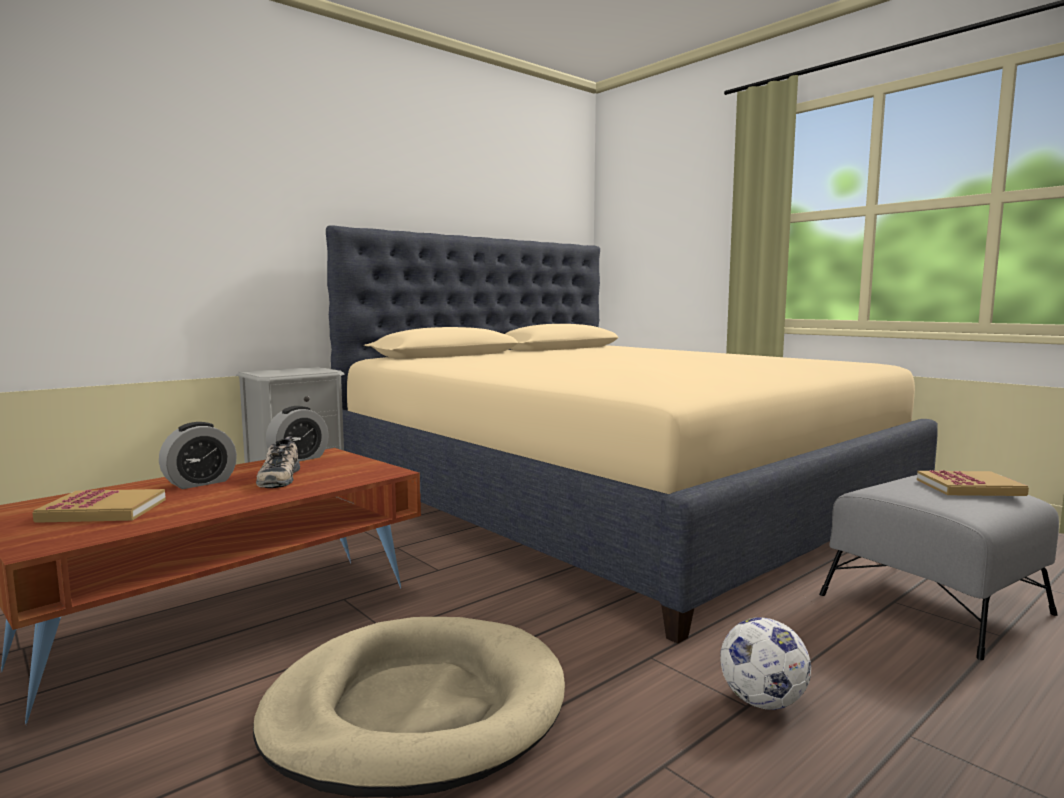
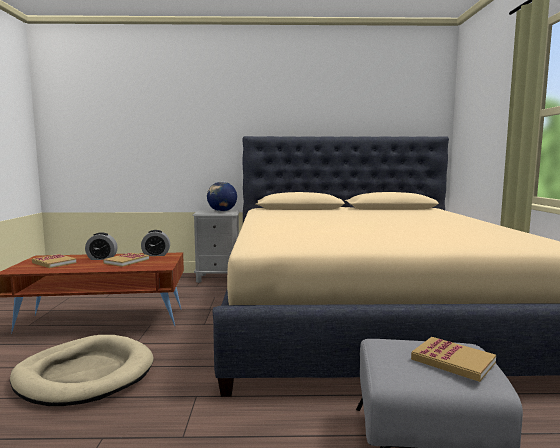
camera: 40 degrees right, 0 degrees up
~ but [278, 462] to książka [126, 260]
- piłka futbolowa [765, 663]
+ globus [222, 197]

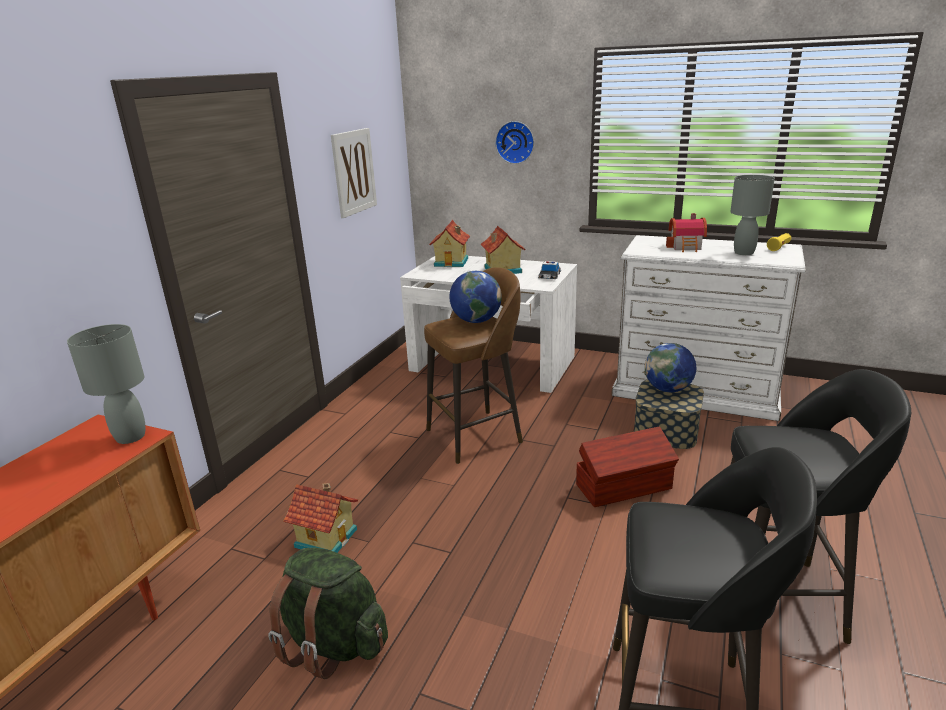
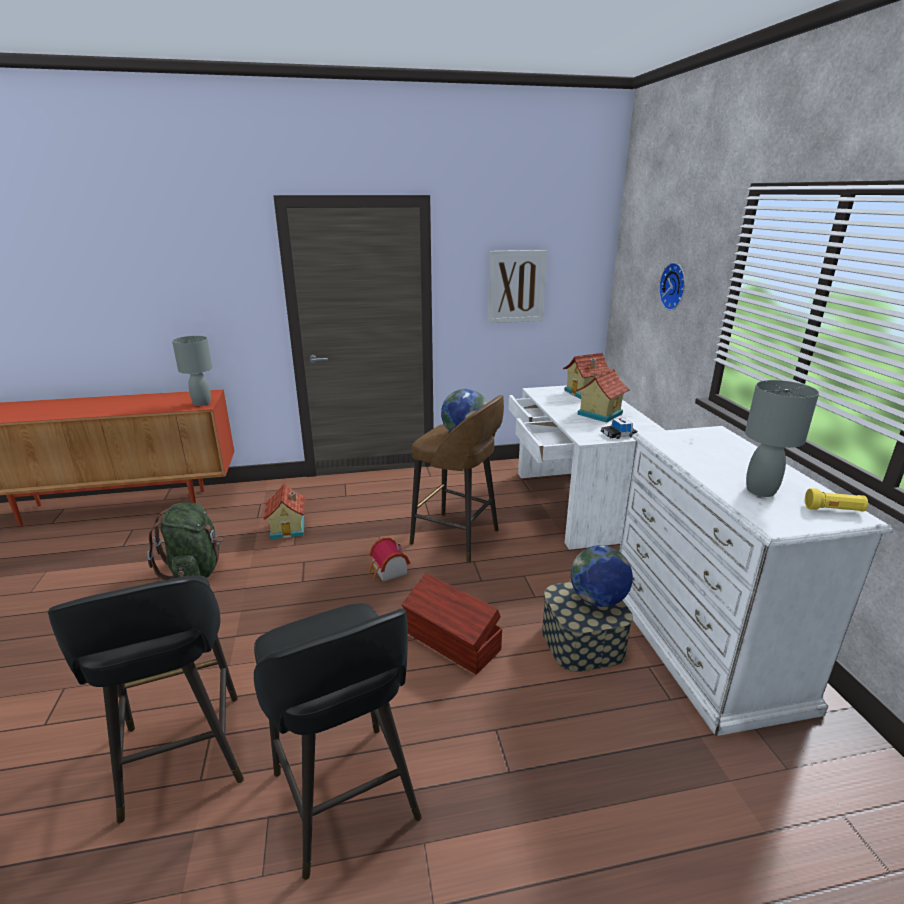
camera: 55 degrees right, 0 degrees up
~ domek [686, 232] to [389, 560]

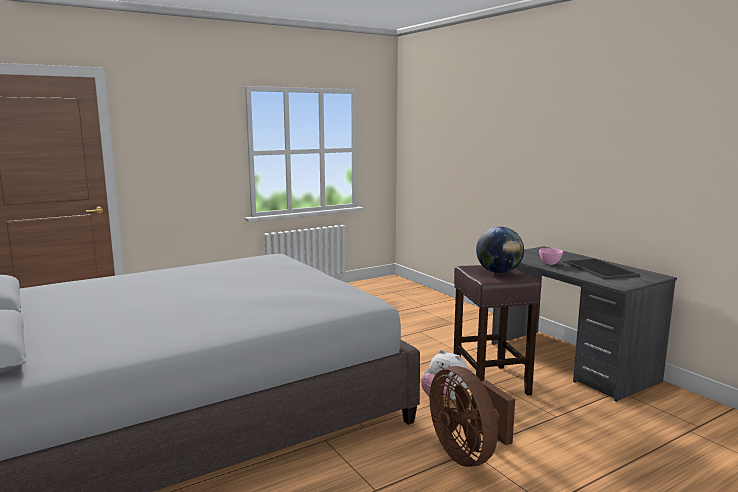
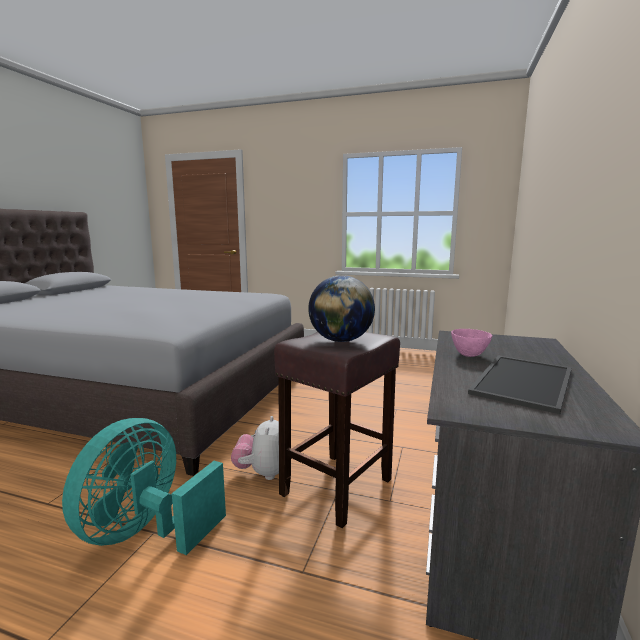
camera: 50 degrees right, 0 degrees up
~ wentylator (brązowy) [472, 416] to wentylator (turkusowy) [144, 486]

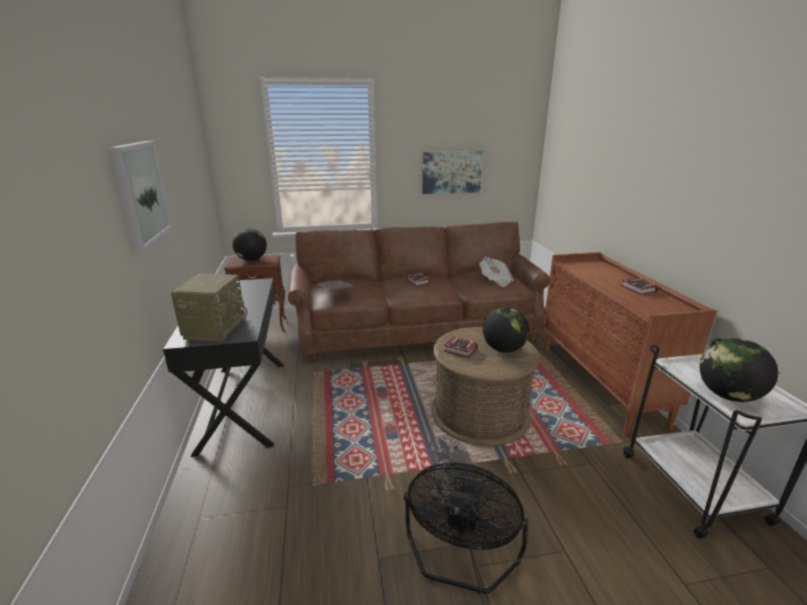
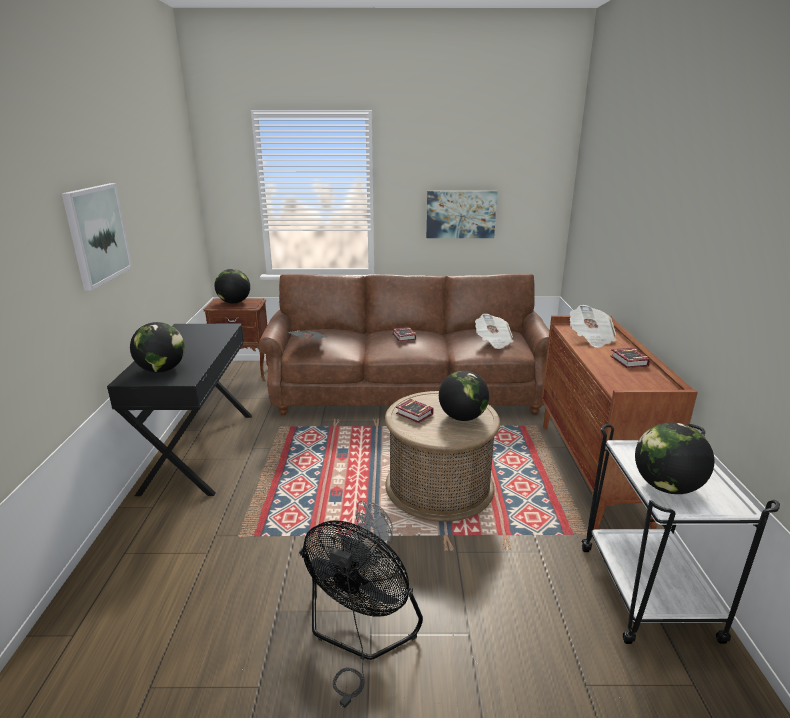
camera: 10 degrees right, 0 degrees up
~ radio [209, 307] to globus [157, 347]
+ gazeta [593, 326]

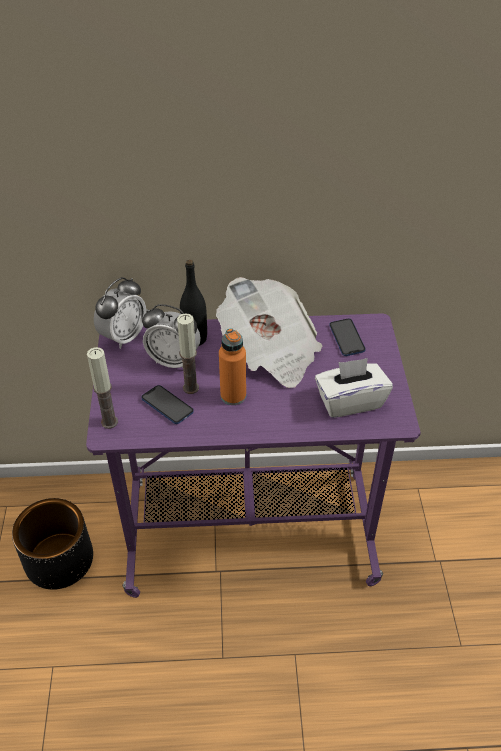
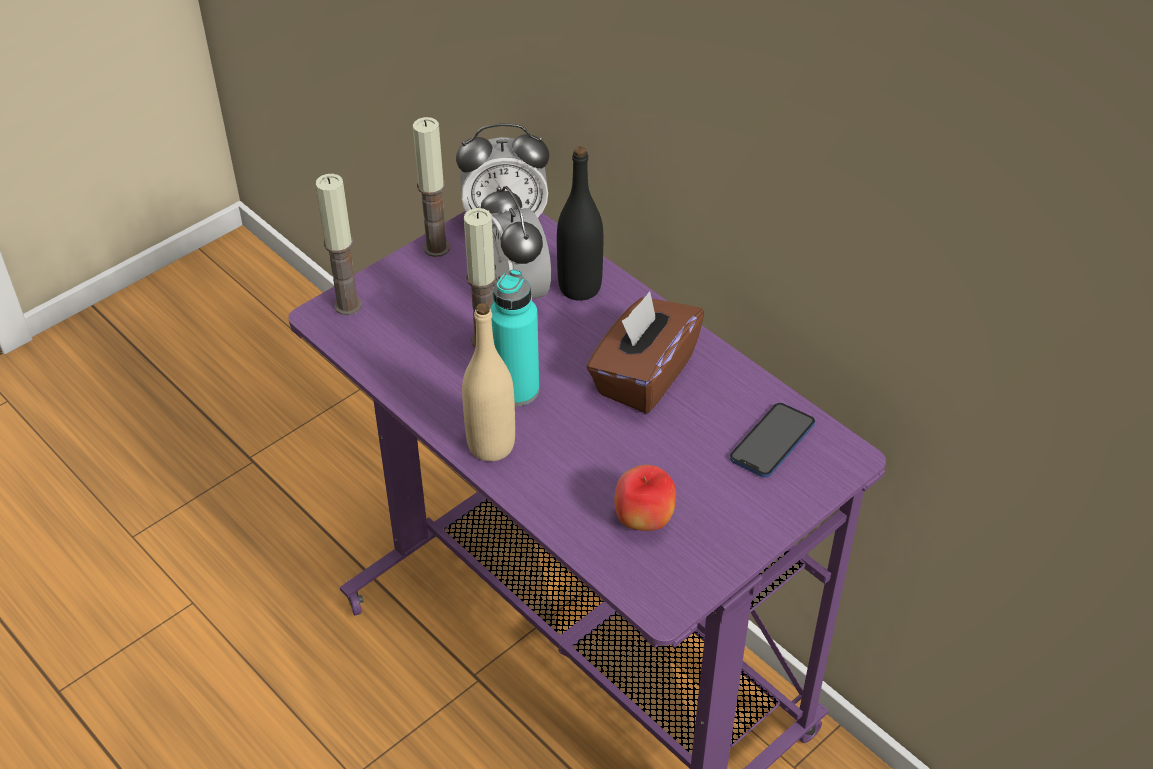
camera: 50 degrees right, 0 degrees up
~ gazeta [269, 332] to pudełko chusteczek (brązowy) [645, 352]
~ butelka (pomarańczowy) [232, 366] to butelka (turkusowy) [514, 337]
~ pudełko chusteczek (biały) [354, 388] to jabłko [645, 498]
- telefon [168, 404]
- donica (czarny) [52, 544]
+ świeca [431, 187]
+ butelka (beżowy) [488, 382]

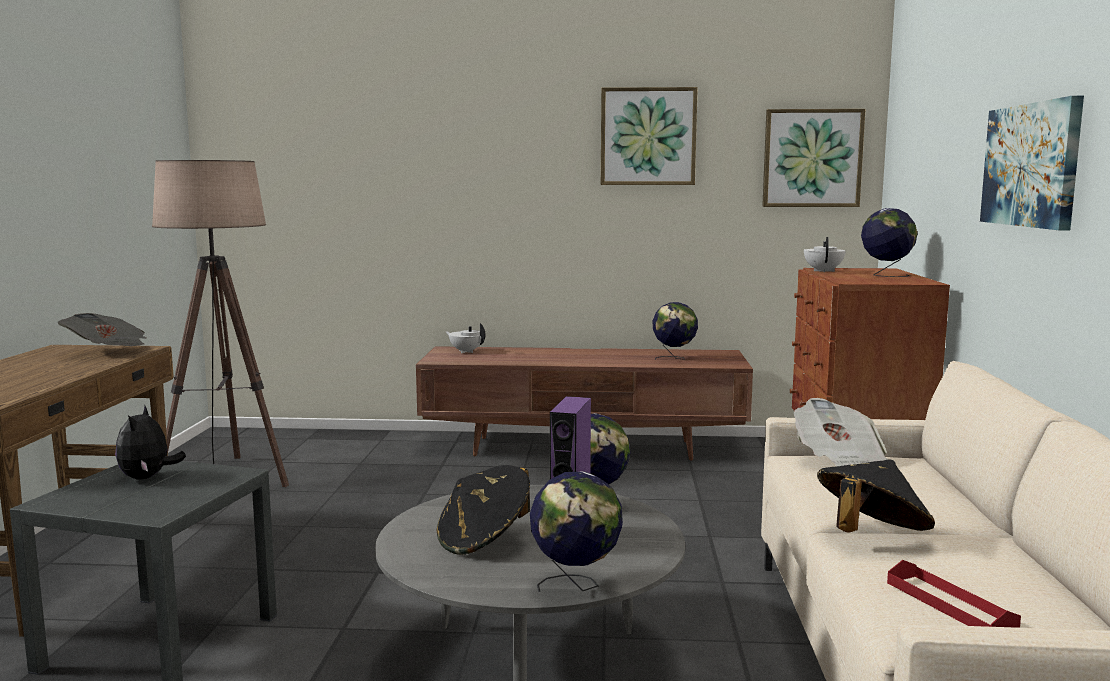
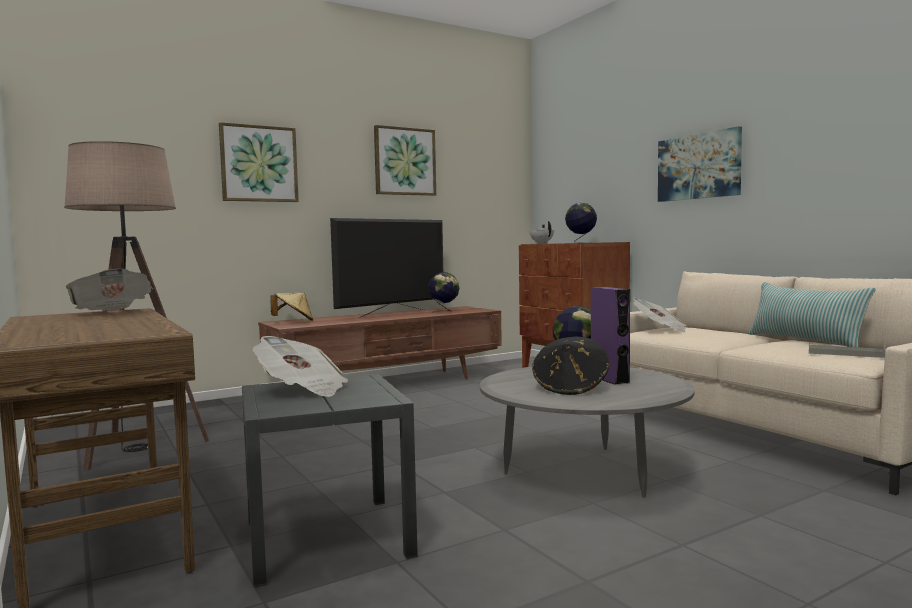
camera: 35 degrees left, 5 degrees down
~ obraz [814, 158] to [259, 162]
~ imbryk (biały) [465, 338] to kapelusz (beżowy) [291, 307]
~ pluszak [151, 443] to gazeta [300, 366]
- kapelusz (czarny) [876, 496]
- globus [576, 532]
~ taca (czerwony) [954, 594] to taca (szary) [847, 349]
+ telewizor [386, 268]
+ poduszka [811, 314]

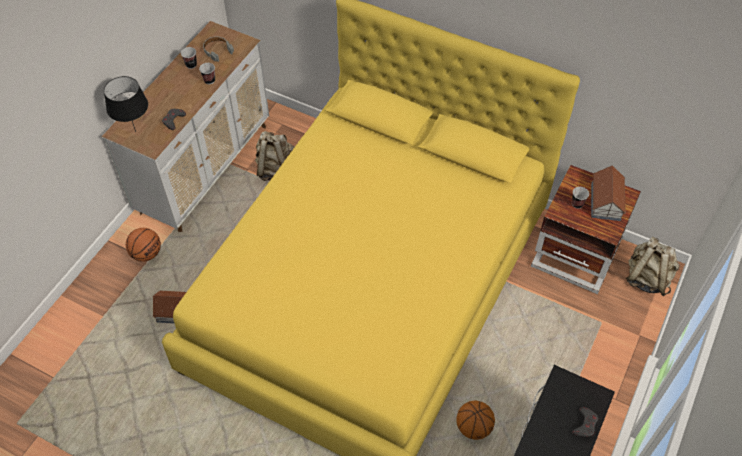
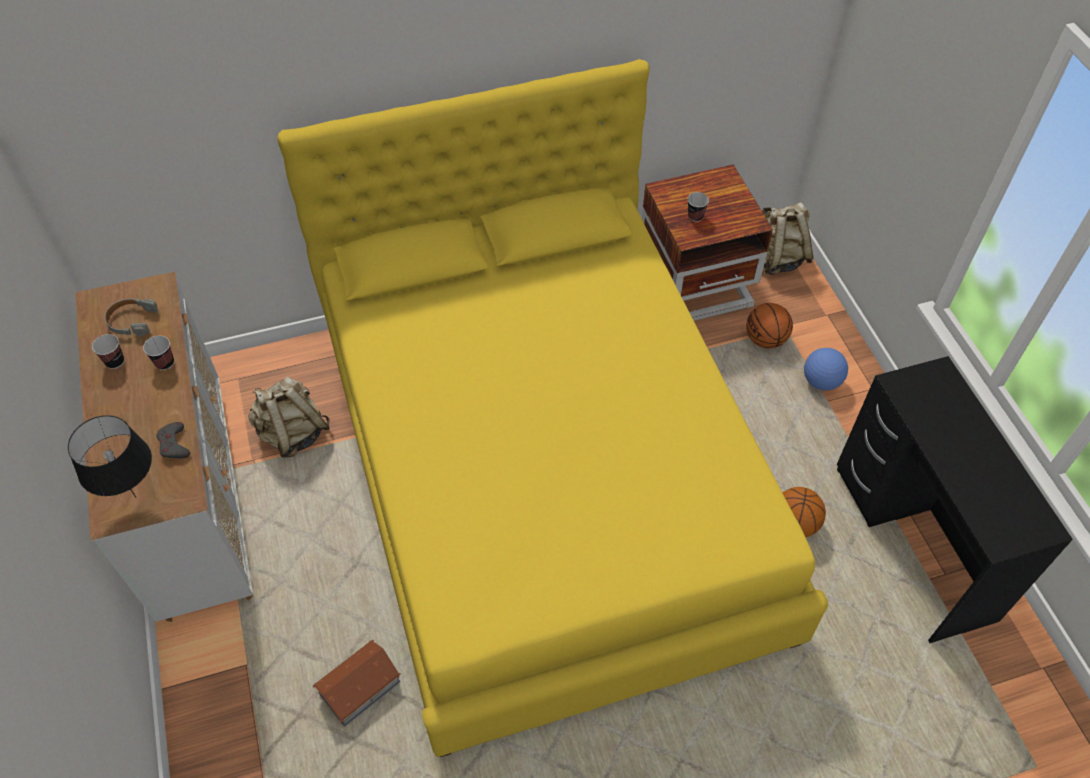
camera: 45 degrees left, 0 degrees up
- domek [608, 193]
~ piłka do koszykówki [143, 245] to [769, 326]
- pad do gier (szary) [585, 422]
+ piłka futbolowa [826, 369]

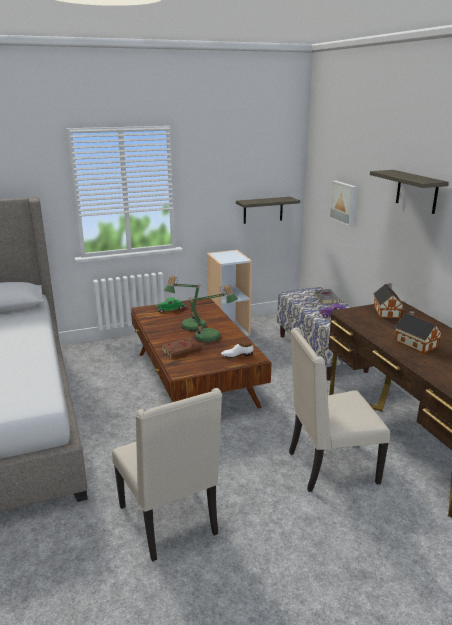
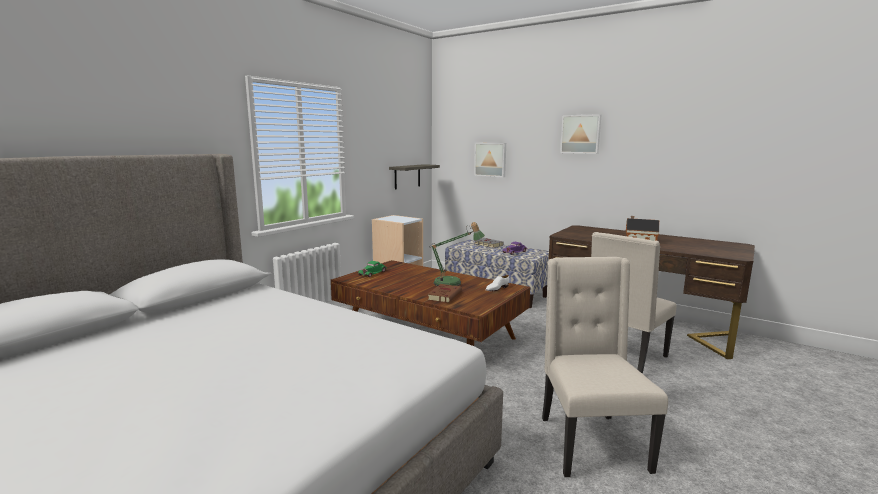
camera: 35 degrees left, 10 degrees down
~ półka [409, 192] to obraz [580, 134]
- lampa stołowa [185, 303]
- domek [388, 300]
~ krzesło (beżowy) [167, 475] = [605, 367] 120 degrees counterclockwise

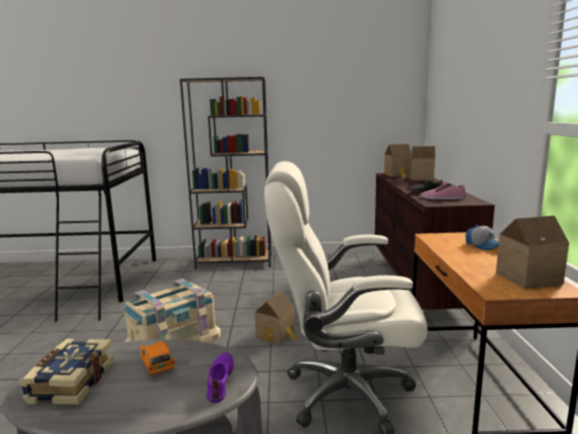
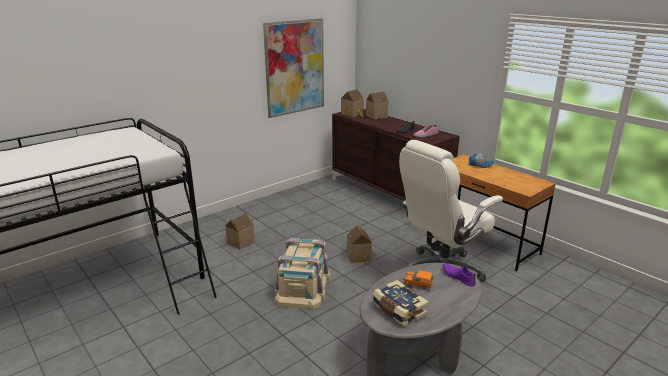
camera: 40 degrees left, 10 degrees up
- regał [225, 173]
~ domek [532, 252] to [240, 231]
+ obraz [293, 68]

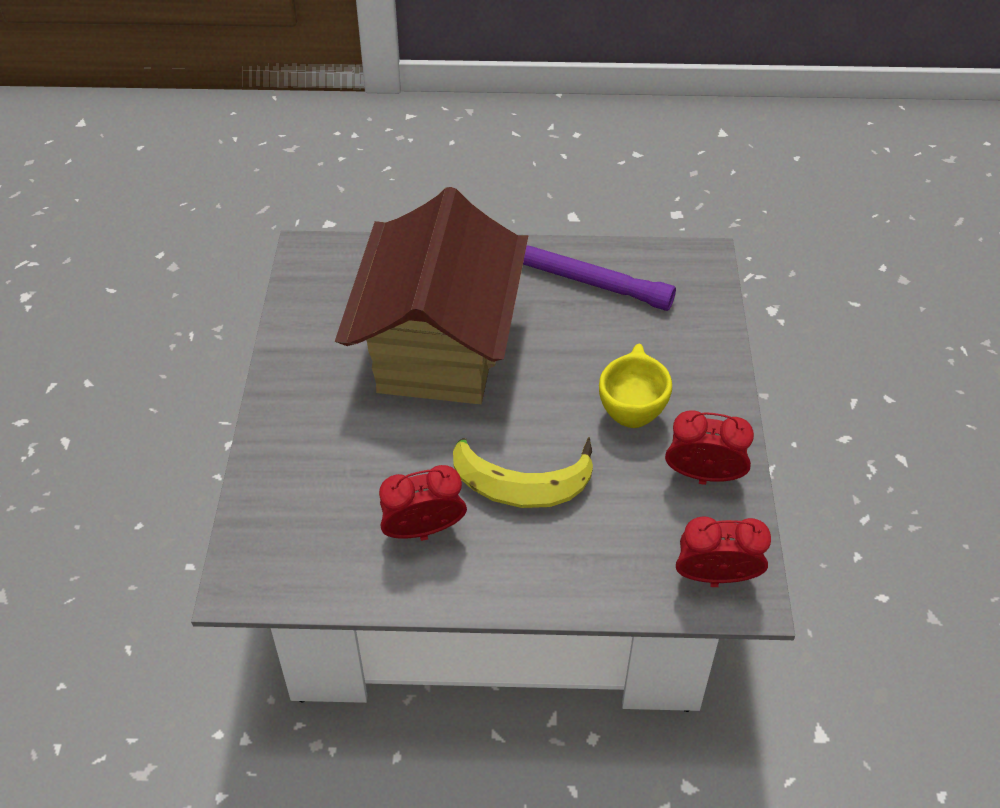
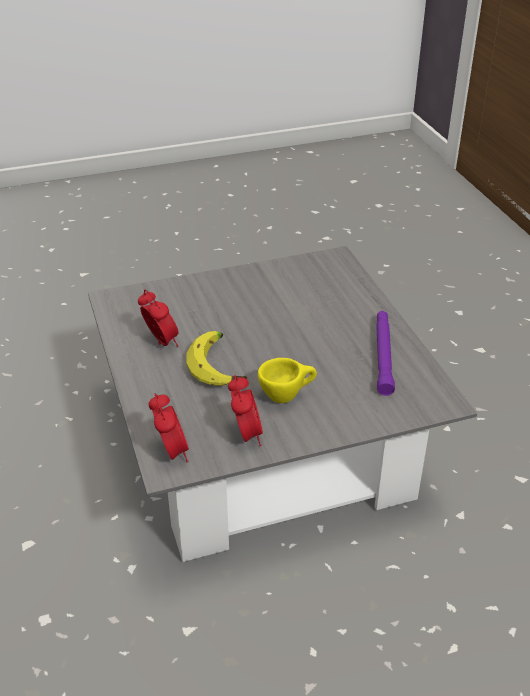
camera: 70 degrees right, 10 degrees down
- domek [432, 296]

